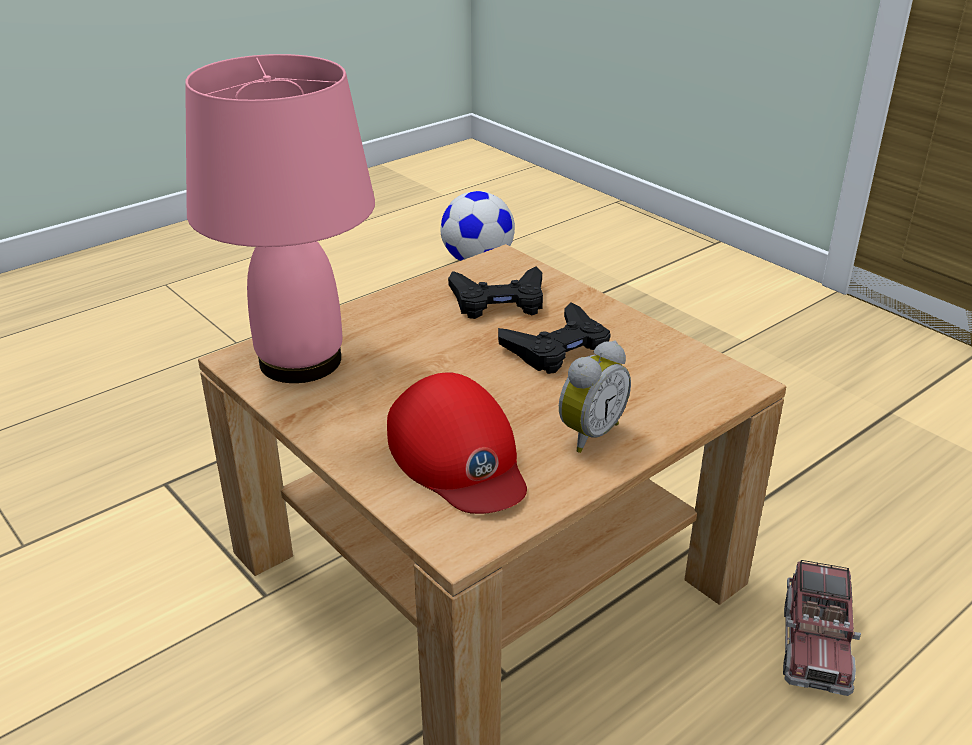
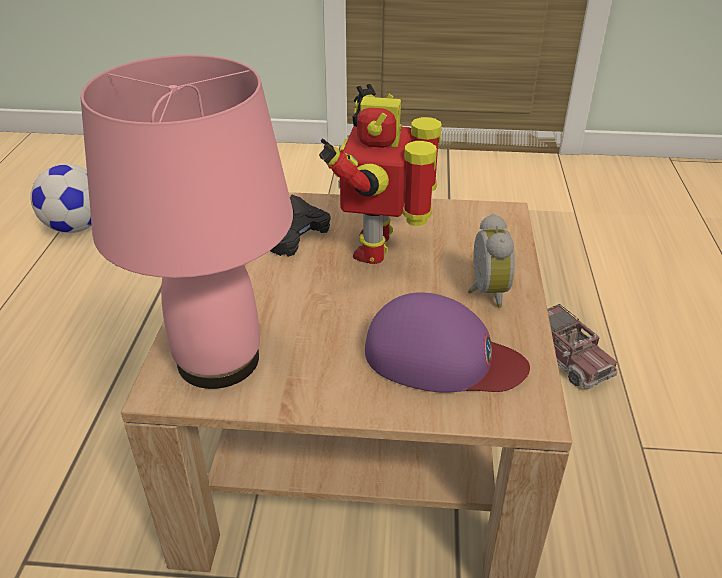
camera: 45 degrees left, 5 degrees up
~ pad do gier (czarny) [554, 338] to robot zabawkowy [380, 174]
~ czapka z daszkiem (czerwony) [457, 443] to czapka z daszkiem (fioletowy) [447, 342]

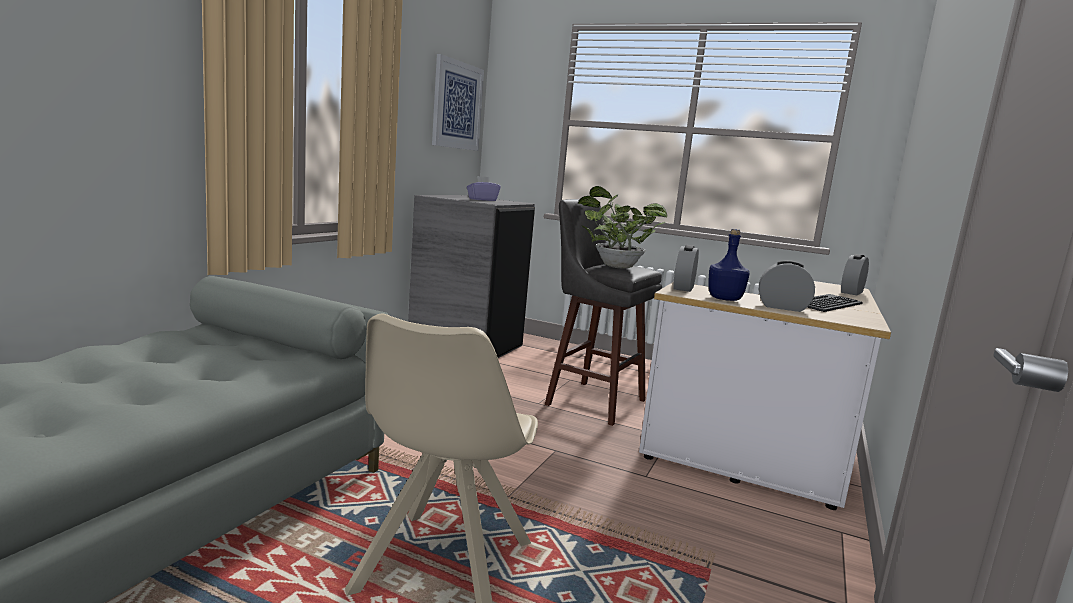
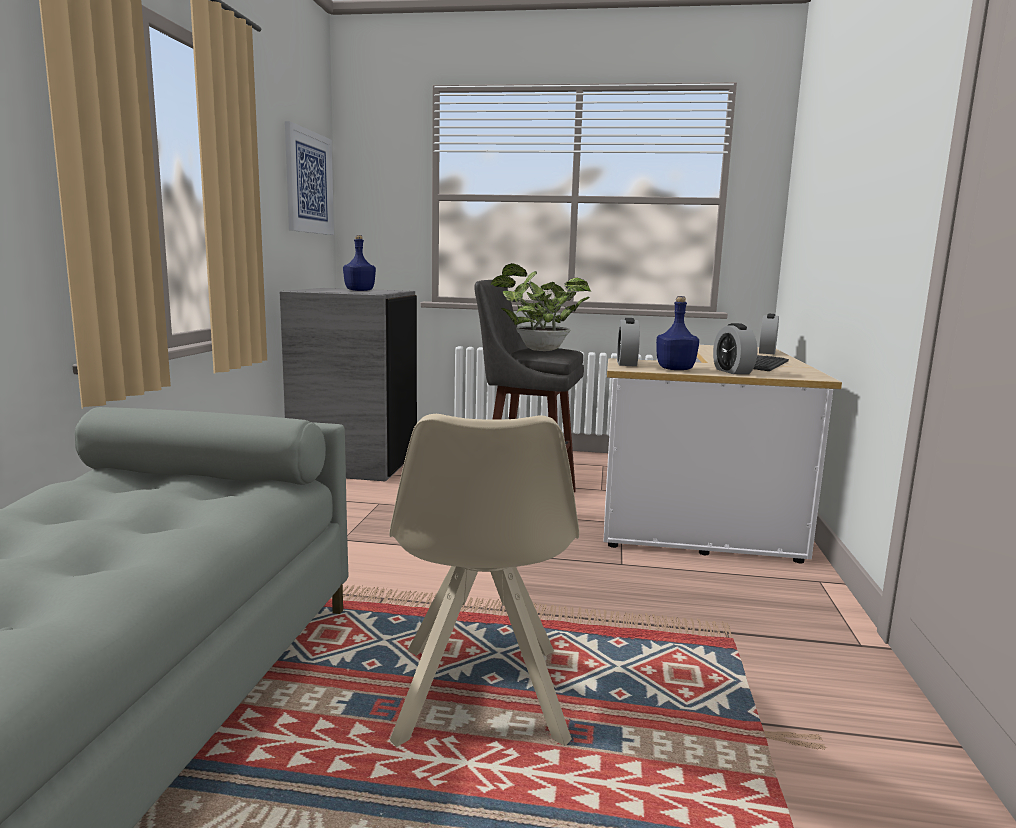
camera: 15 degrees left, 0 degrees up
~ pudełko chusteczek (fioletowy) [484, 188] to butelka (niebieski) [359, 263]
~ budzik [787, 286] = [735, 348] 105 degrees counterclockwise

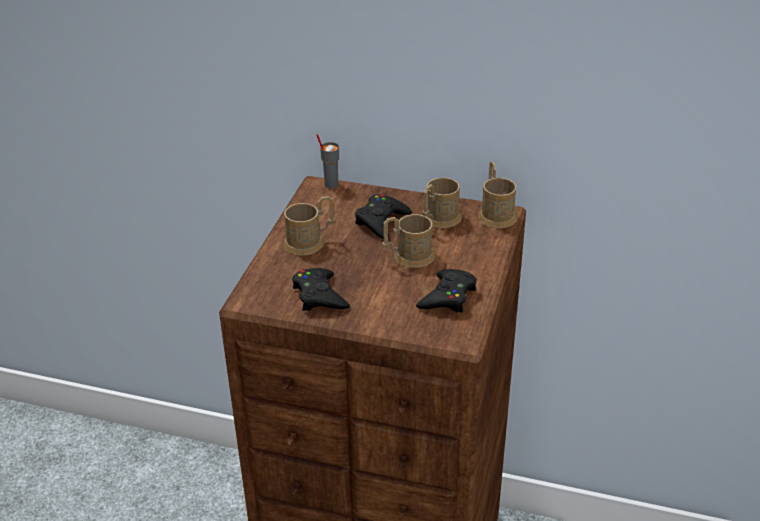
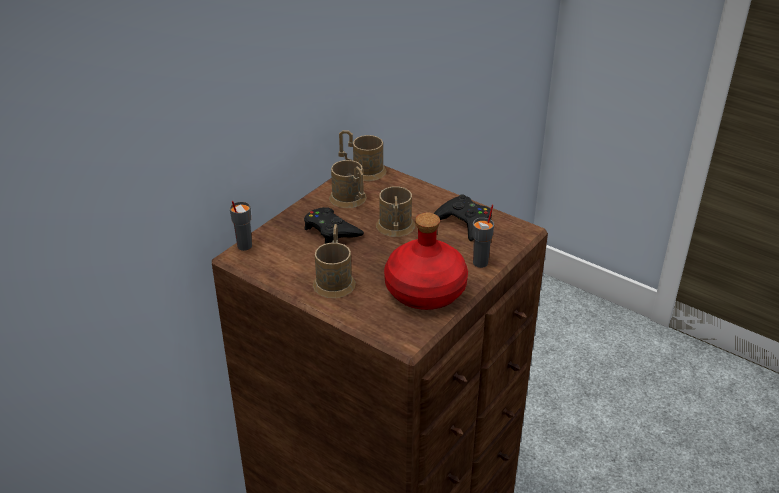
camera: 70 degrees left, 0 degrees up
~ pad do gier (czarny) [321, 289] to butelka (czerwony) [426, 261]
+ filiżanka (szary) [483, 236]

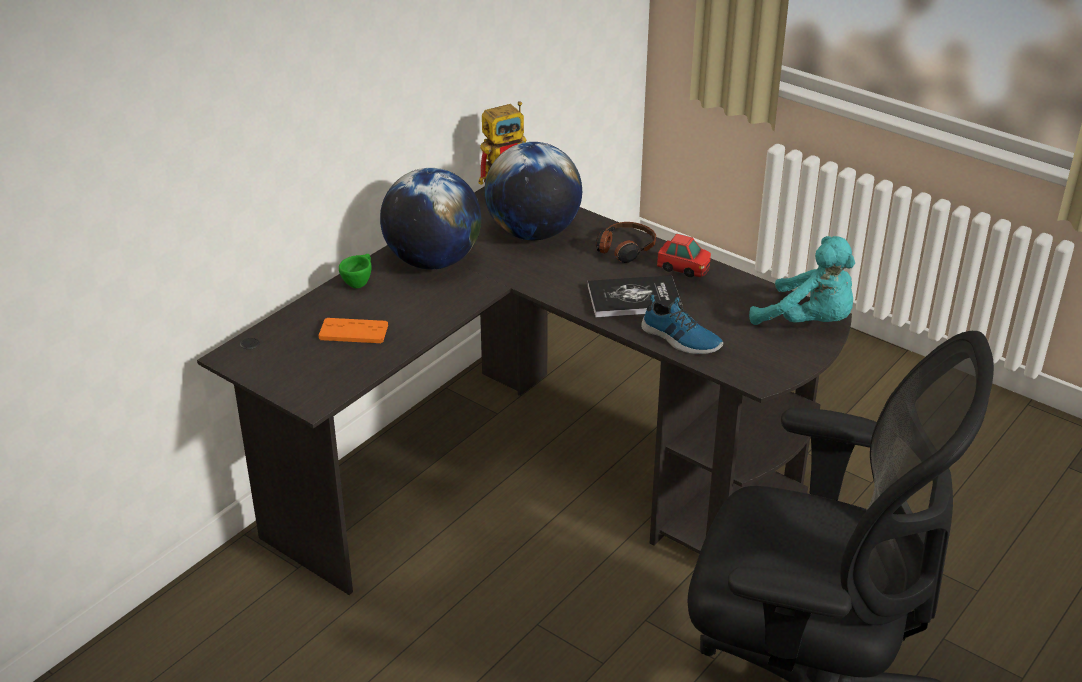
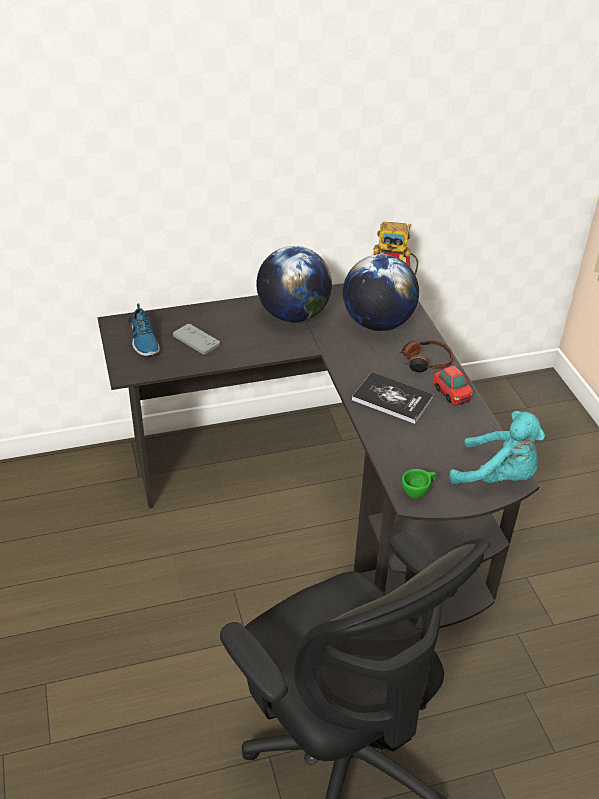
camera: 35 degrees right, 5 degrees up
~ pluszak (turkusowy) [802, 280] = [497, 447] 45 degrees counterclockwise
~ filiżanka (zielony) [355, 271] to [419, 484]
~ but [682, 324] to [146, 329]
~ pad do gier (pomarańczowy) [353, 330] to pad do gier (szary) [196, 339]

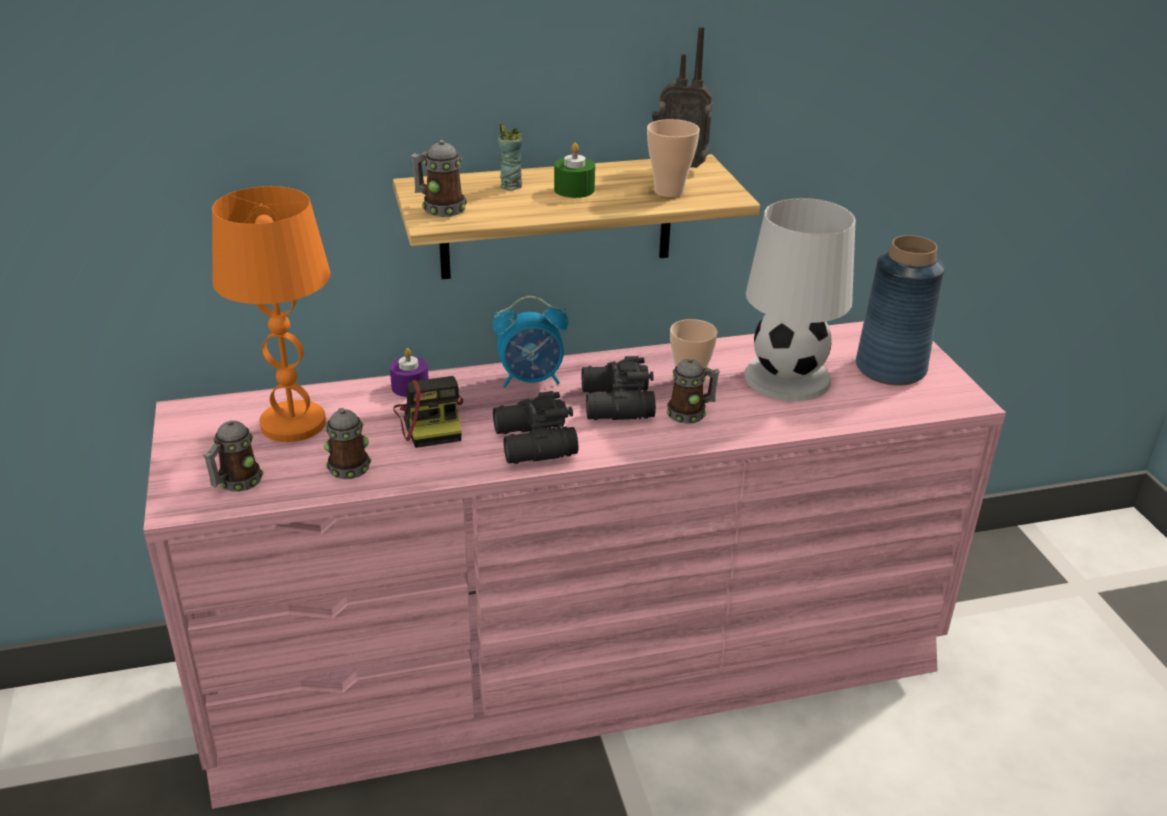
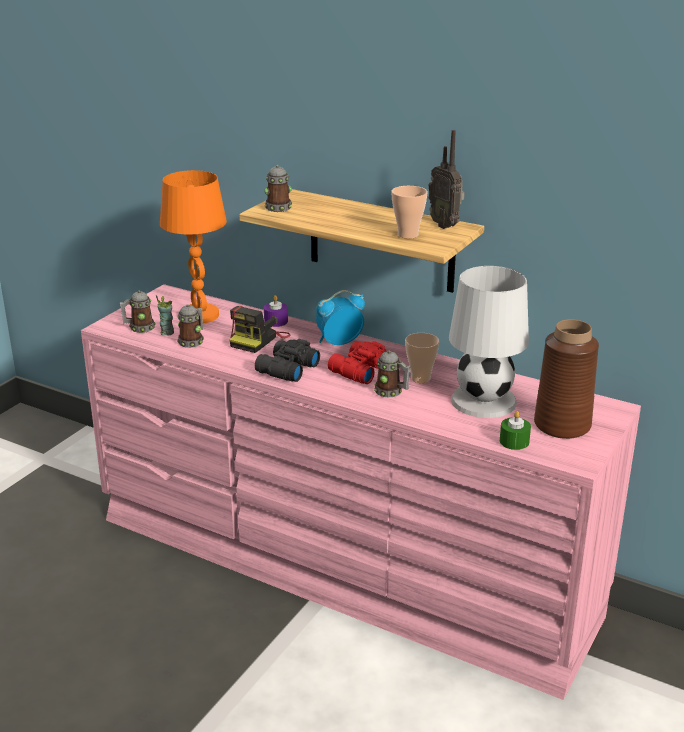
camera: 45 degrees right, 5 degrees down
~ filiżanka [509, 156] to [165, 315]
~ świeca (zielony) [574, 170] to [515, 430]
~ wazon (niebieski) [900, 310] to wazon (brązowy) [566, 379]
~ budzik [530, 342] = [340, 317] 120 degrees clockwise
~ lornetka (czarny) [619, 388] to lornetka (czerwony) [357, 362]

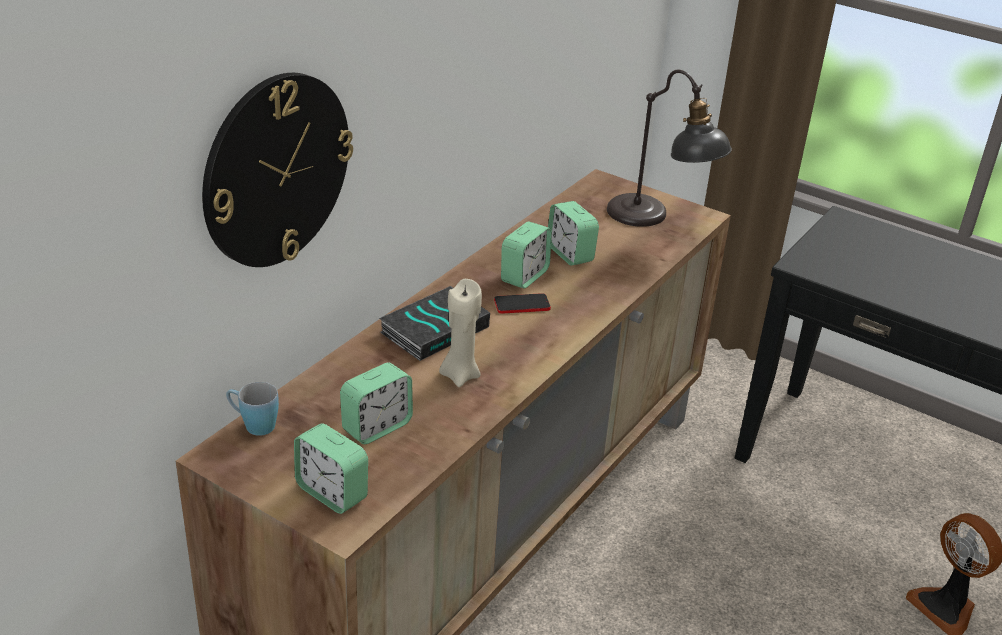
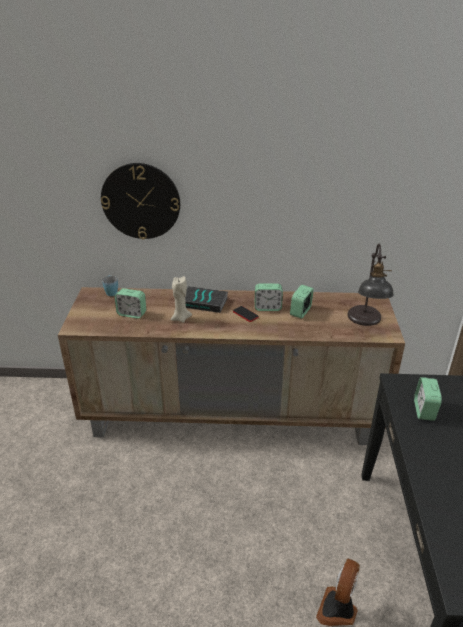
camera: 60 degrees right, 0 degrees up
~ budzik [331, 468] to [428, 399]

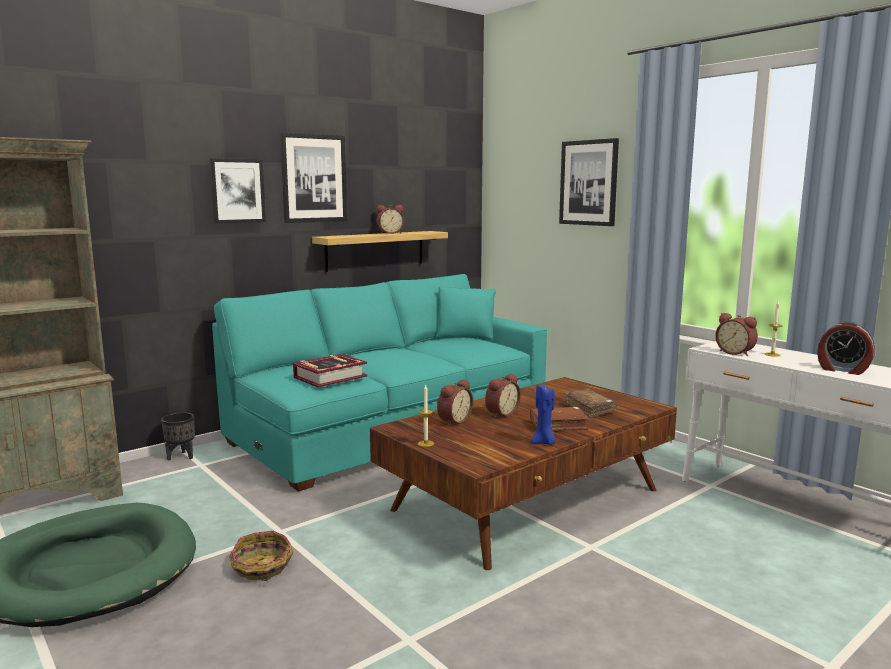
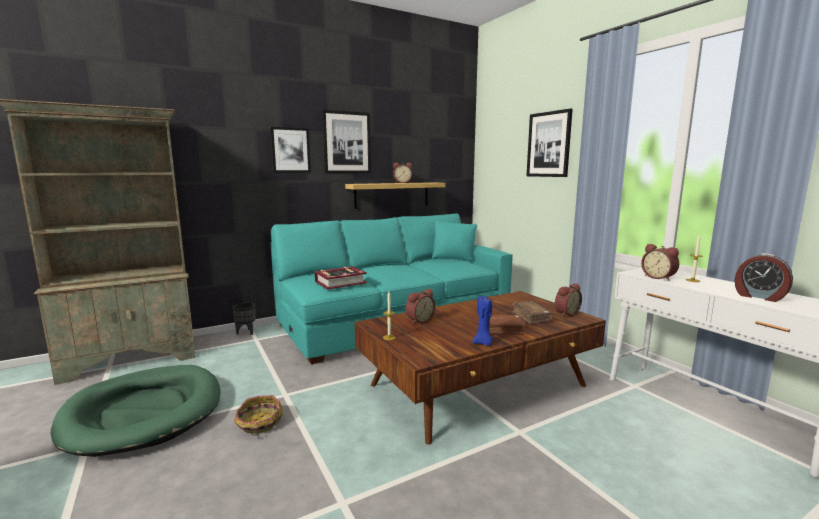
camera: 10 degrees right, 0 degrees up
~ budzik [503, 396] to [568, 300]

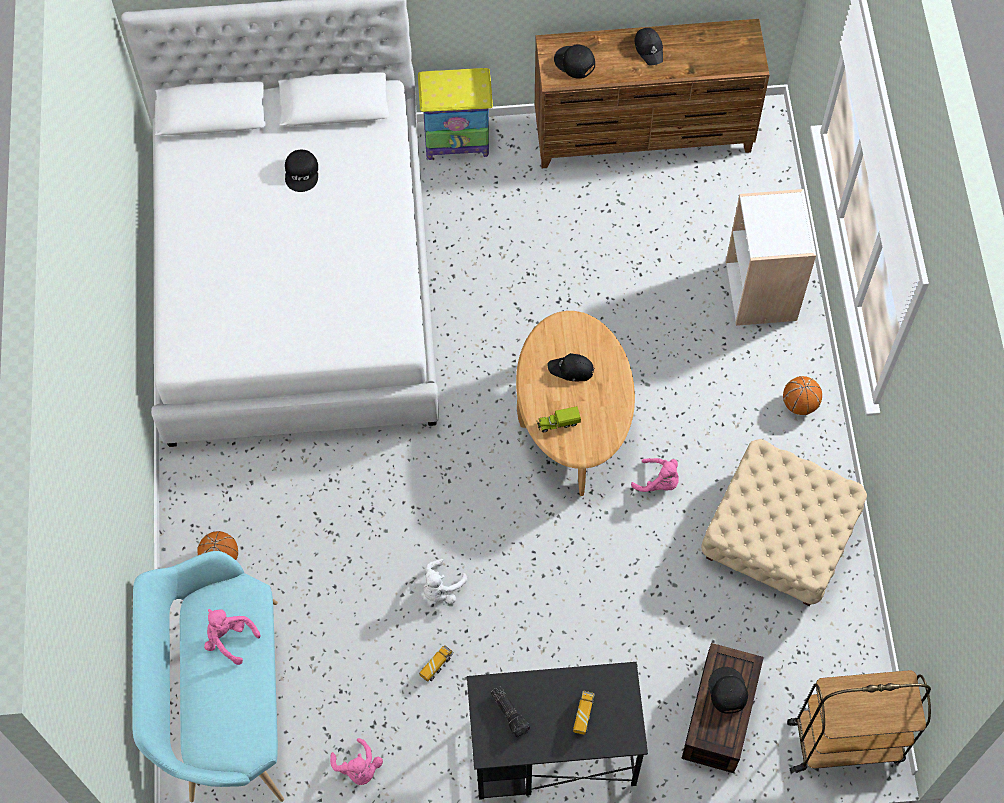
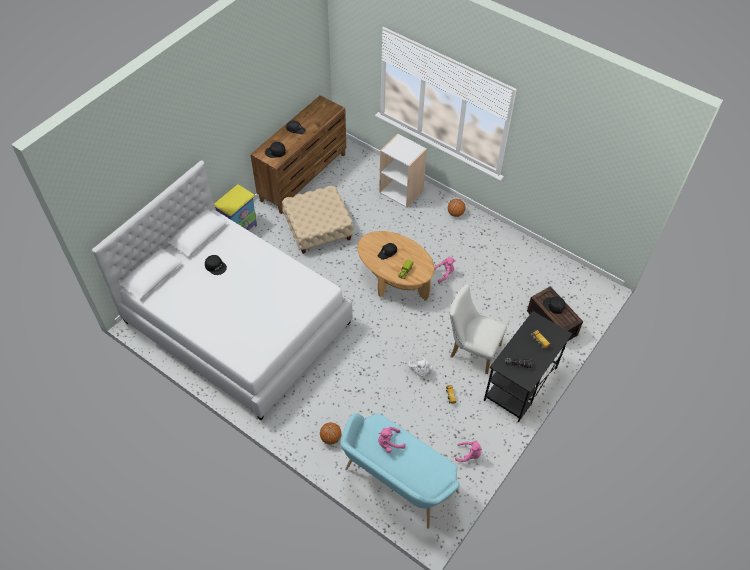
camera: 50 degrees left, 10 degrees down
~ pufa (beżowy) [784, 522] to [318, 220]
- wózek (brązowy) [859, 722]
+ krzesło (biały) [478, 329]

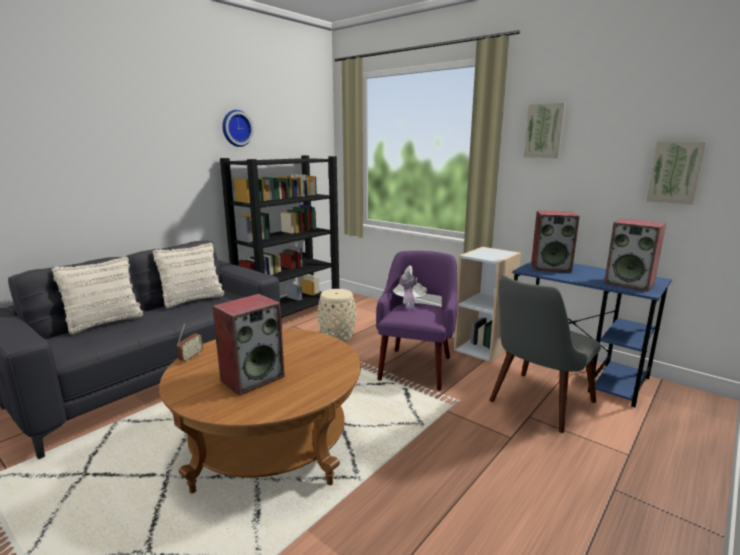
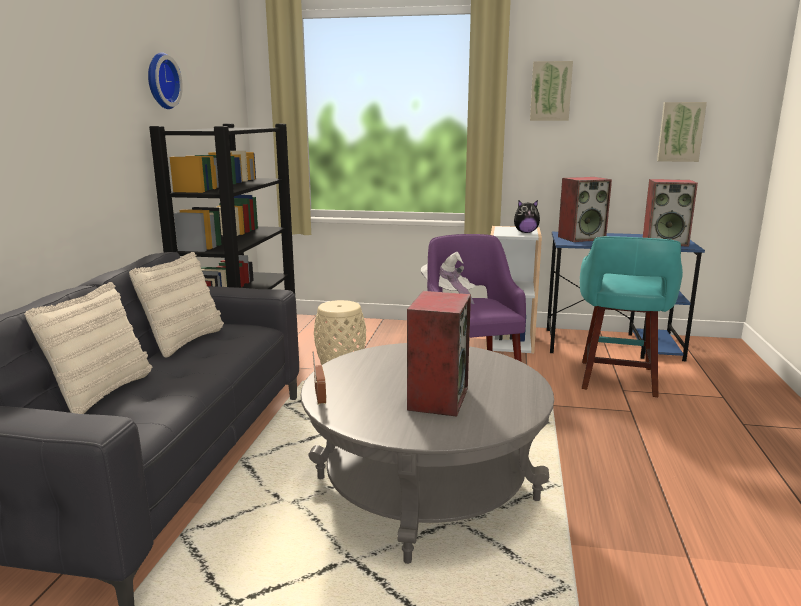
camera: 30 degrees left, 0 degrees up
~ krzesło (szary) [545, 354] to stołek (turkusowy) [631, 316]
~ ława (brązowy) [260, 411] to ława (szary) [427, 453]
+ pluszak [527, 216]

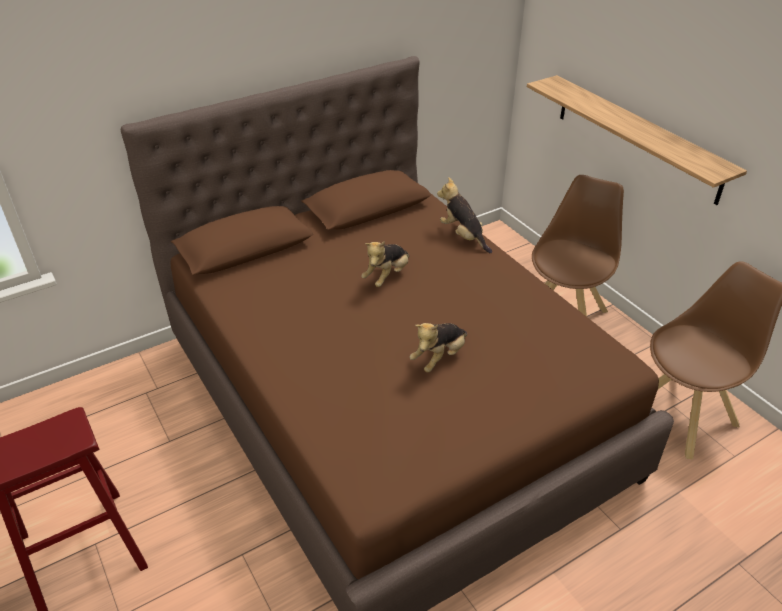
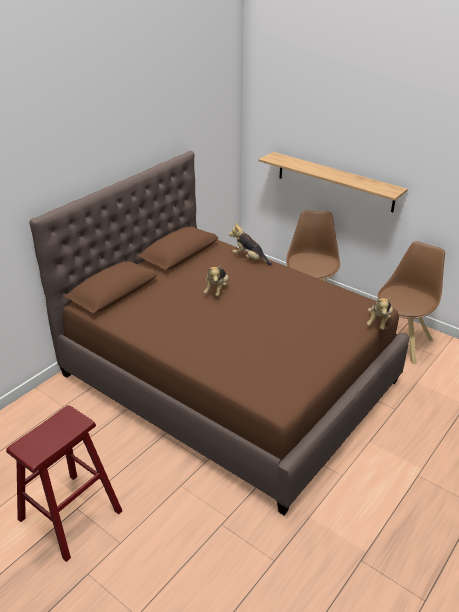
camera: 20 degrees left, 5 degrees down
~ pluszak [438, 348] to [380, 313]

